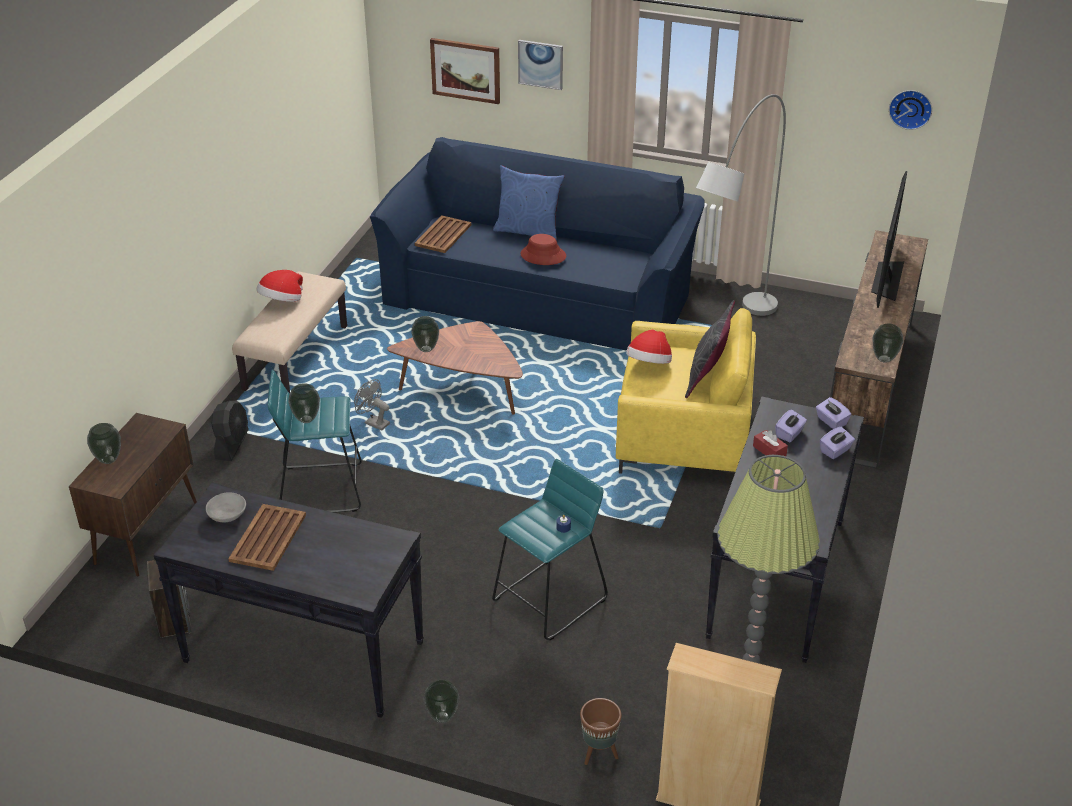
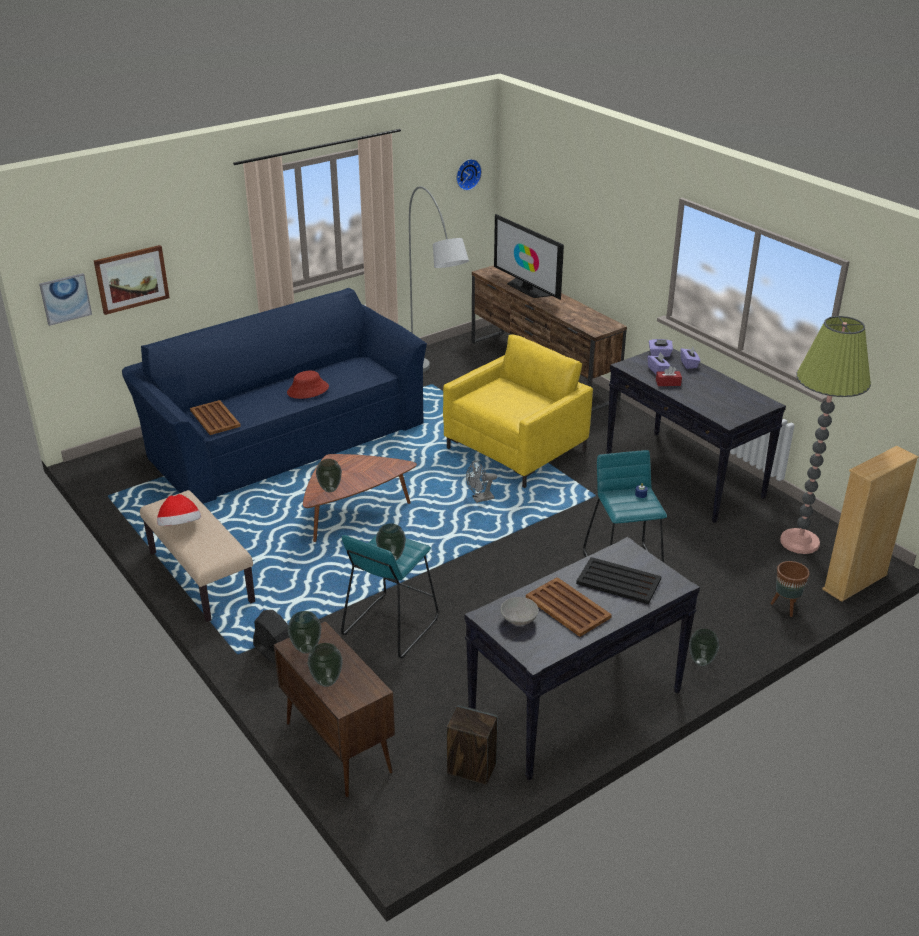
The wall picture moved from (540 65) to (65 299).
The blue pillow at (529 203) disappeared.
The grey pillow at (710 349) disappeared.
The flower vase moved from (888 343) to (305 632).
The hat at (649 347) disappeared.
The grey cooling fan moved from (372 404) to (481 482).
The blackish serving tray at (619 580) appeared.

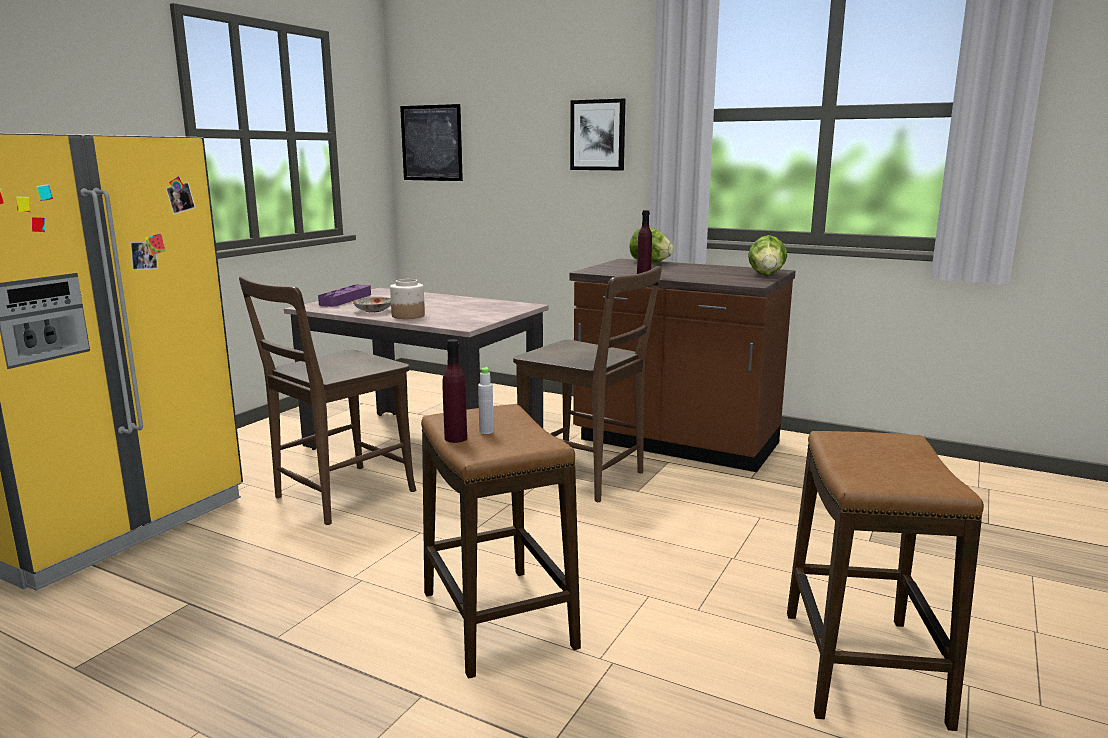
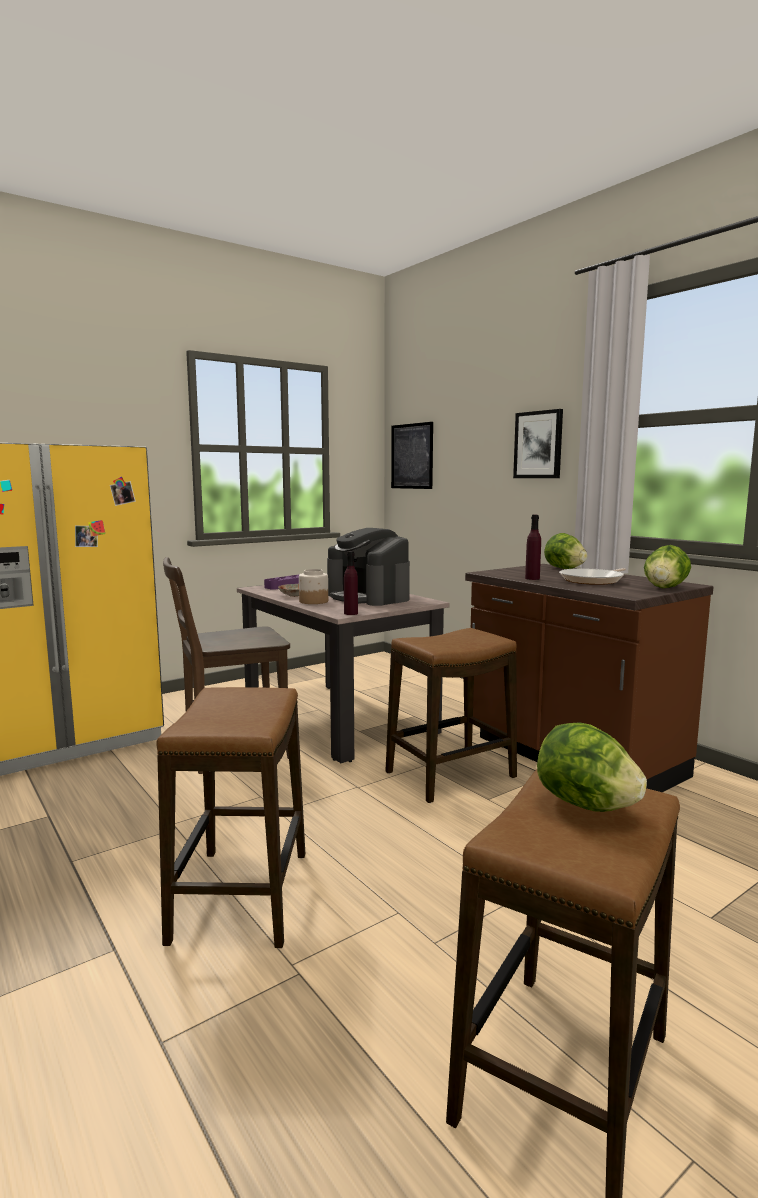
The brown-coloured plain chair at (587 384) was replaced by the stool at (451 715).
The purple drink bottle moved from (455 391) to (351 583).
The grey drink bottle at (486 400) disappeared.
The coffee machine at (368 567) appeared.
The frying pan at (592 576) appeared.
The lettuce at (592 767) appeared.

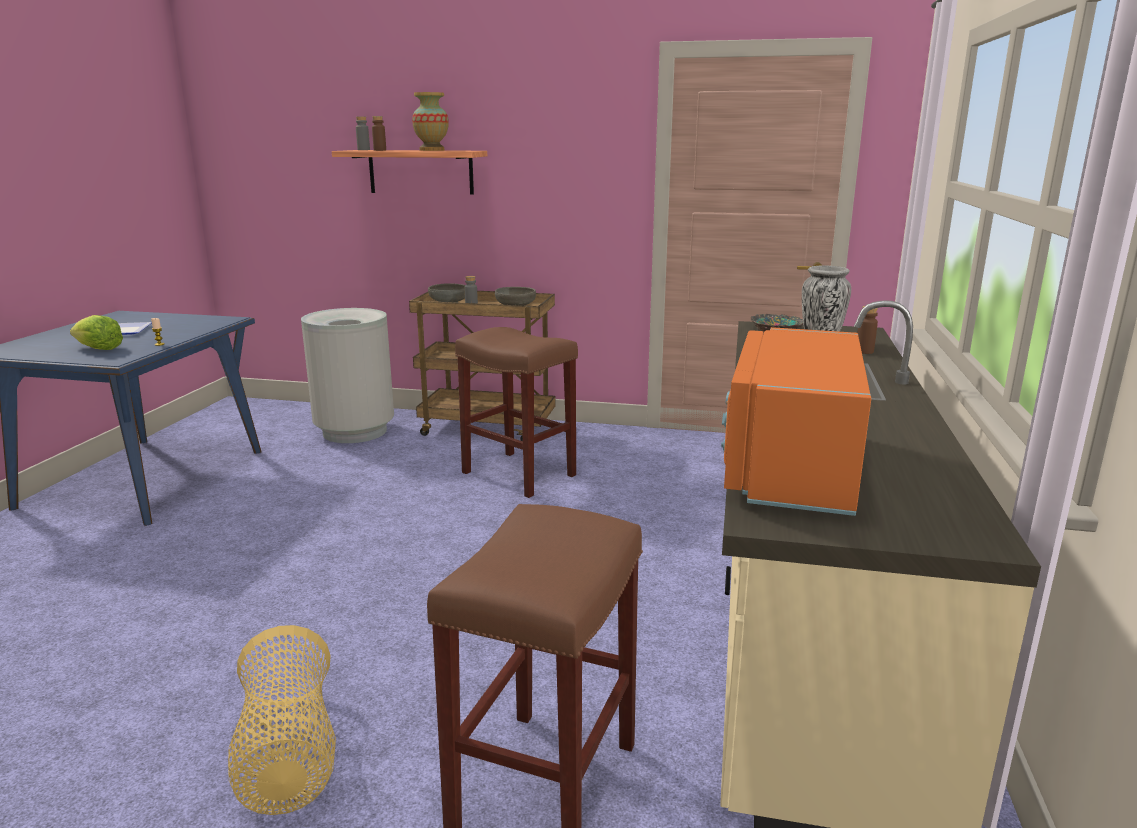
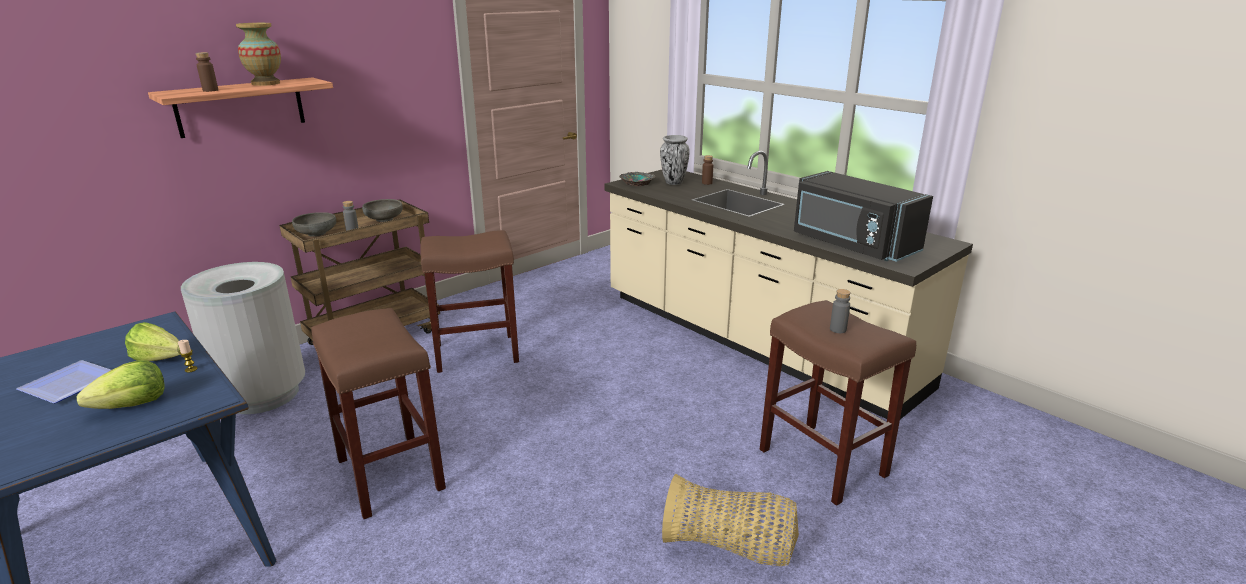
The grey drink bottle moved from (363 133) to (840 311).
The orangey microwave oven at (796 421) became the blackish microwave oven at (863 216).
The brown-coloured stool at (378 413) appeared.
The lettuce at (152 341) appeared.

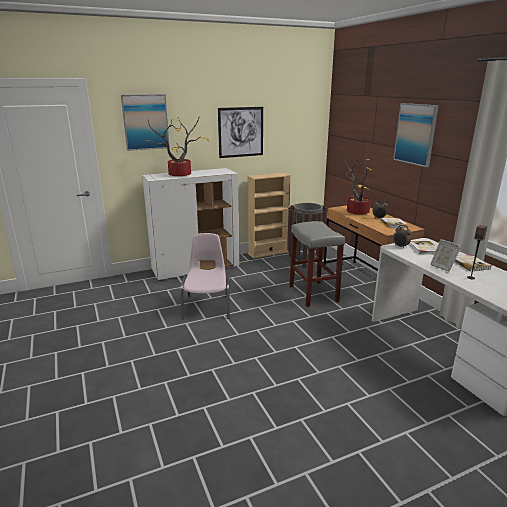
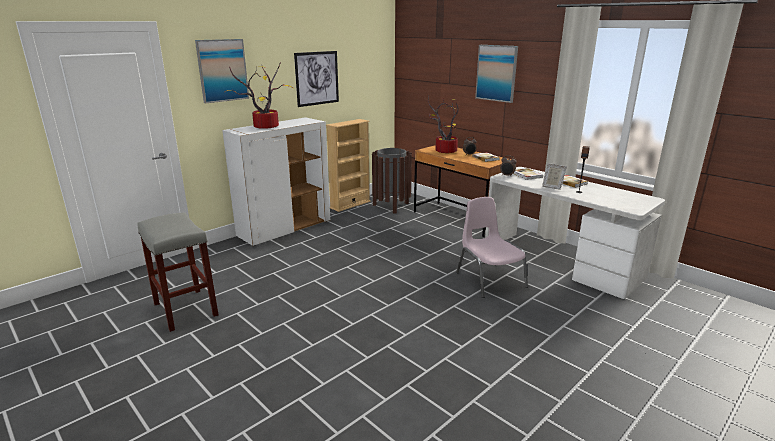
The grey stool moved from (317 264) to (177 272).
The pink-coloured plain chair moved from (205 276) to (492 247).

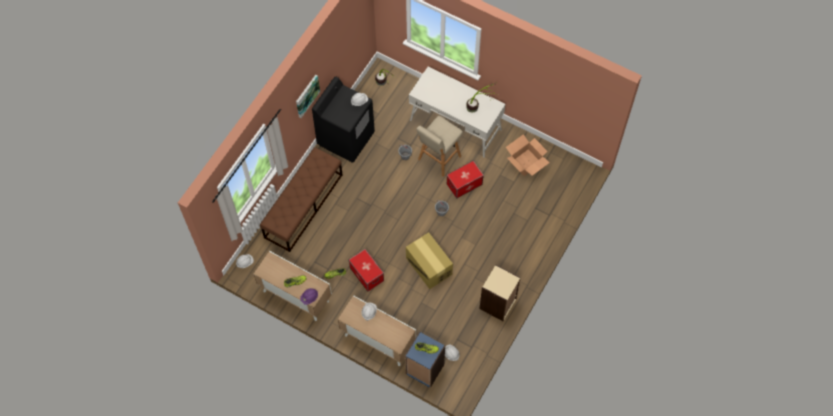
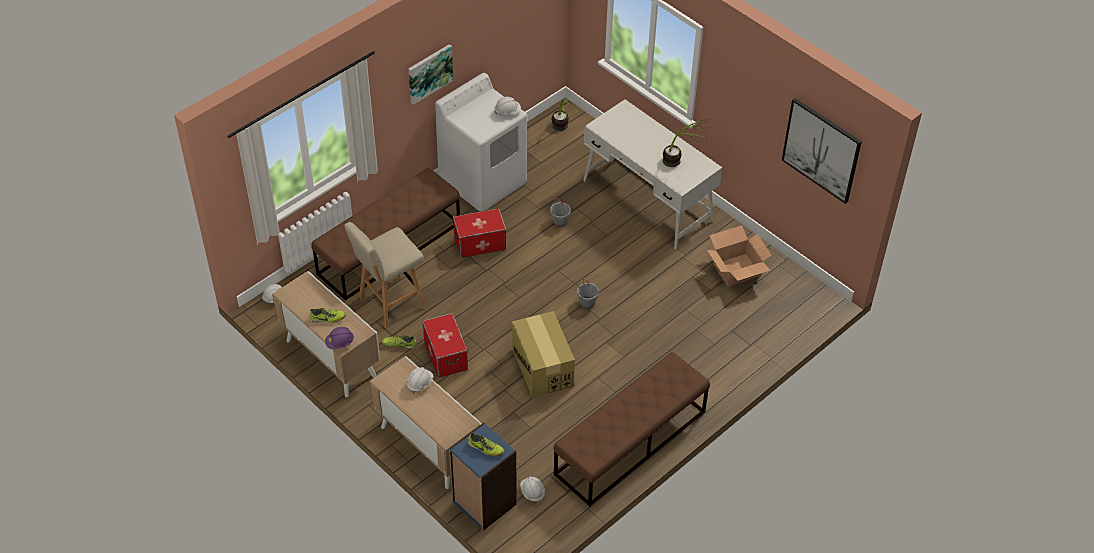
The blackish washing machine at (343 120) became the whitish washing machine at (481 142).
The beige-coloured stool moved from (440 146) to (385 275).
The storage container moved from (465 179) to (479 233).
The beige-coloured bookcase at (500 293) was replaced by the brown-coloured bench at (632 429).
The wall picture at (822 151) appeared.

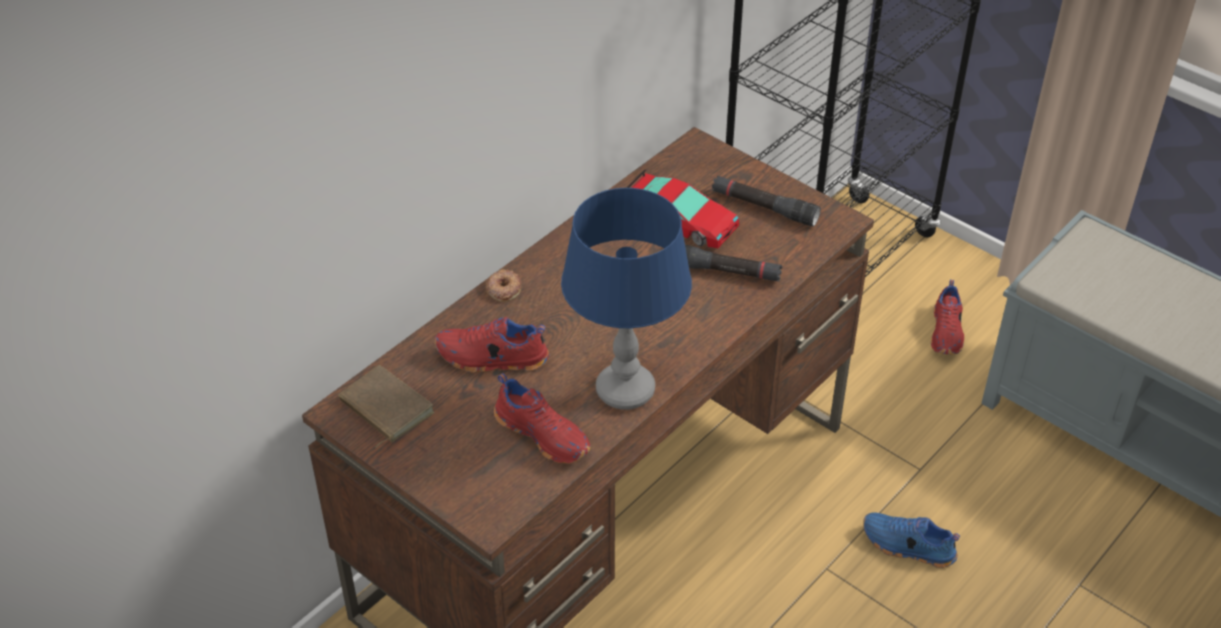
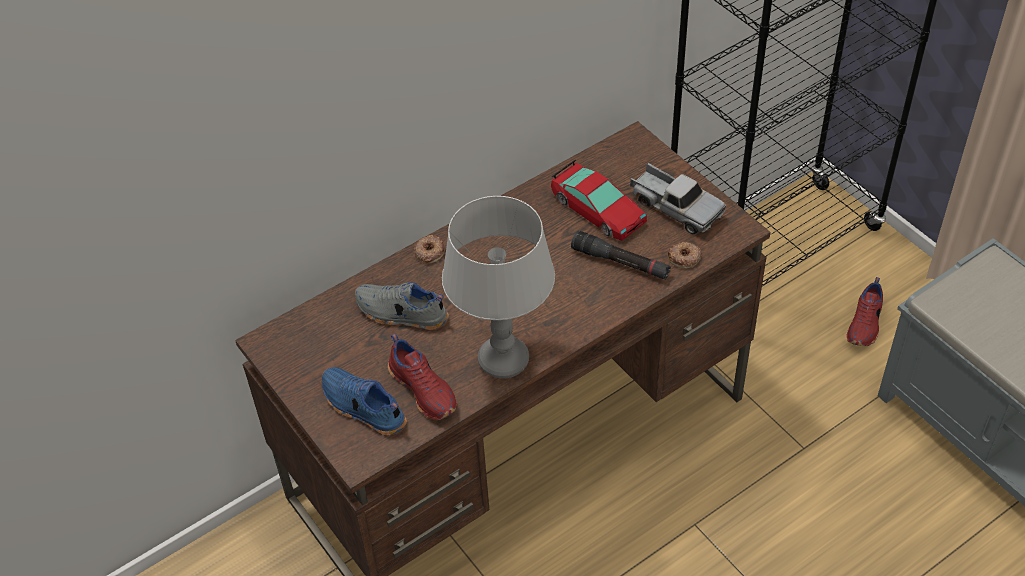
The blackish flashlight at (766 201) was replaced by the toy truck at (678 198).
The blue lamp for a table at (626 299) became the grey lamp for a table at (498 287).
The red-coloured item of footwear at (492 345) became the grey item of footwear at (402 306).
The brown-coloured bound book at (386 406) disappeared.
The blue item of footwear moved from (911 540) to (364 401).
The ring doughnut at (685 255) appeared.

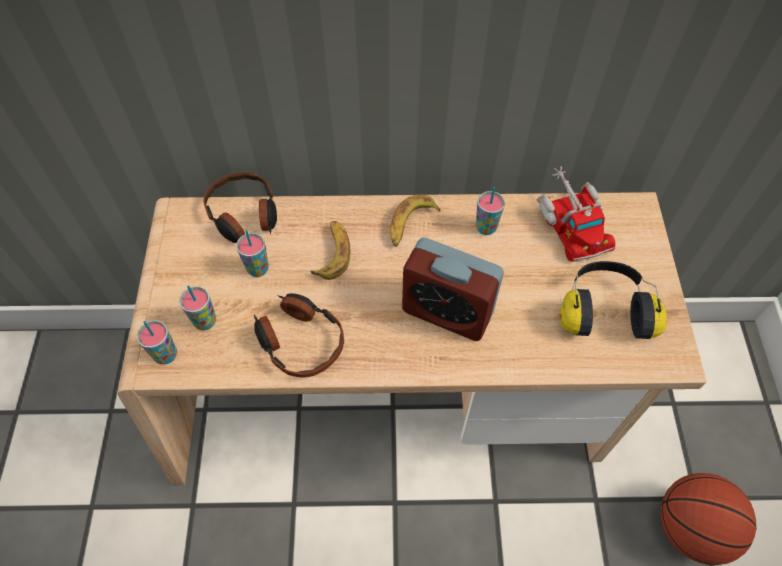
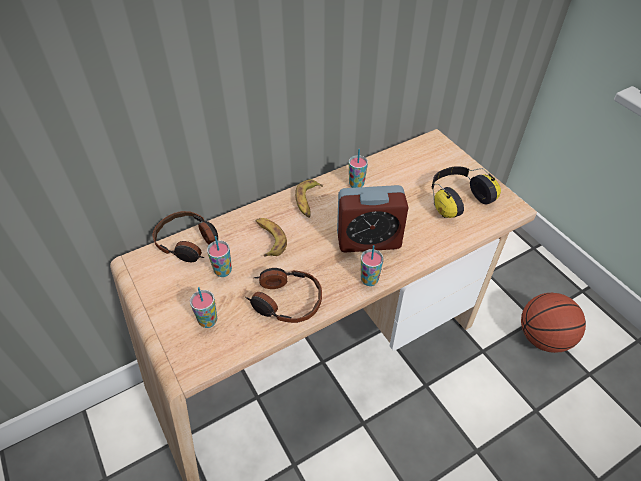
The toy truck at (576 214) disappeared.
The drinking cup moved from (157 342) to (372 265).

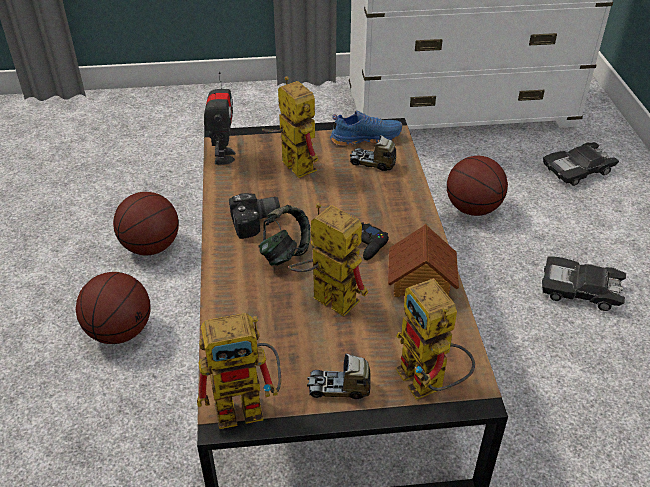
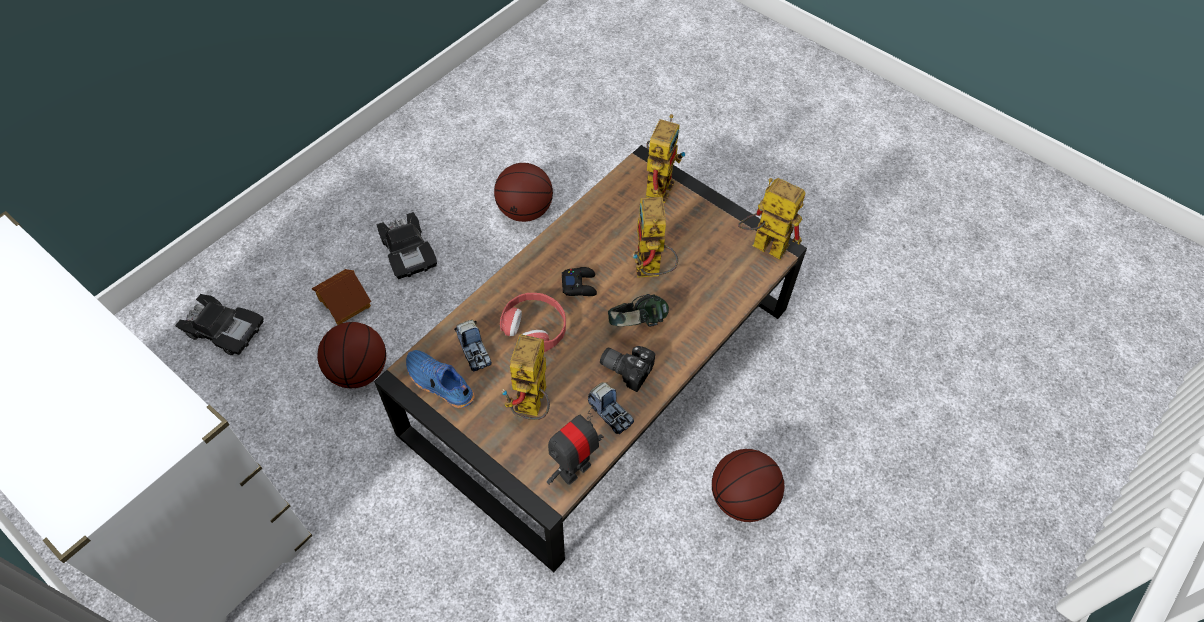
The basketball moved from (146 223) to (523 192).
The miniature house moved from (423 260) to (341 297).
The toy truck moved from (339 376) to (611 408).
The red-coloured headphones at (533 322) appeared.

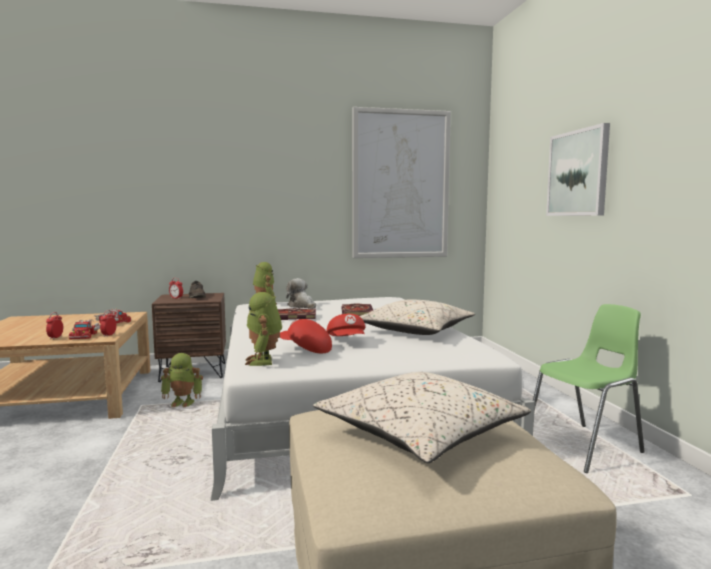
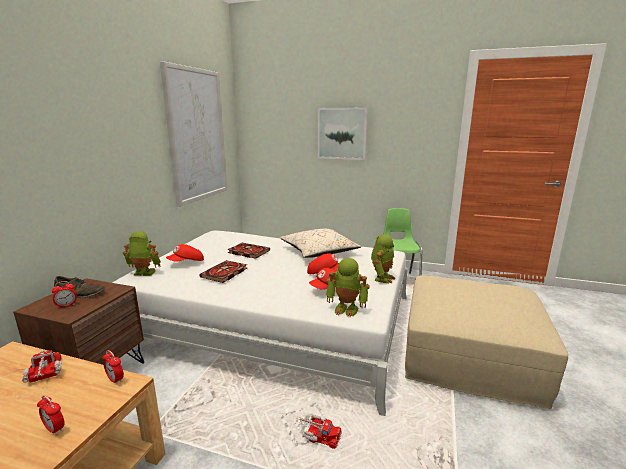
The cuddly toy at (301 293) was replaced by the red-coloured peaked cap at (185 253).
The toy truck moved from (84 329) to (320 432).
The model robot moved from (182 380) to (383 259).
The beige-coloured pillow at (422 417) disappeared.

